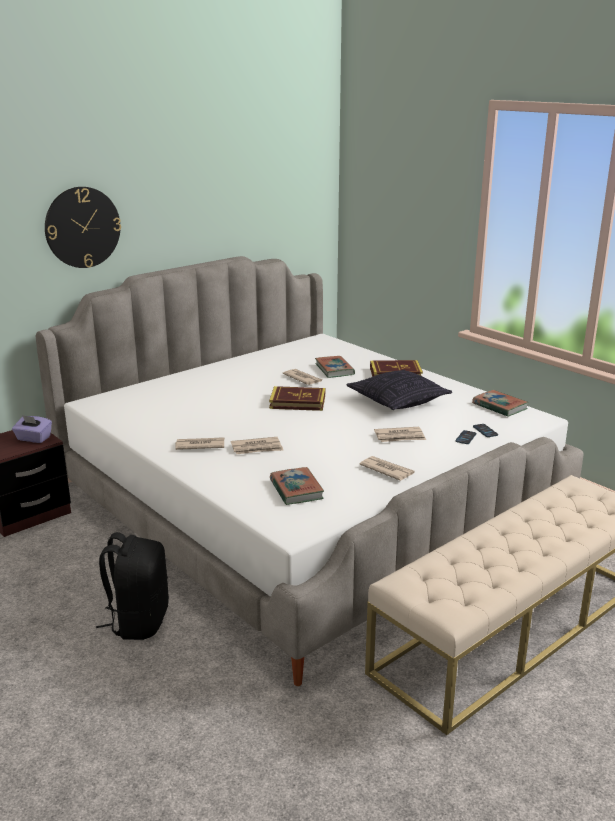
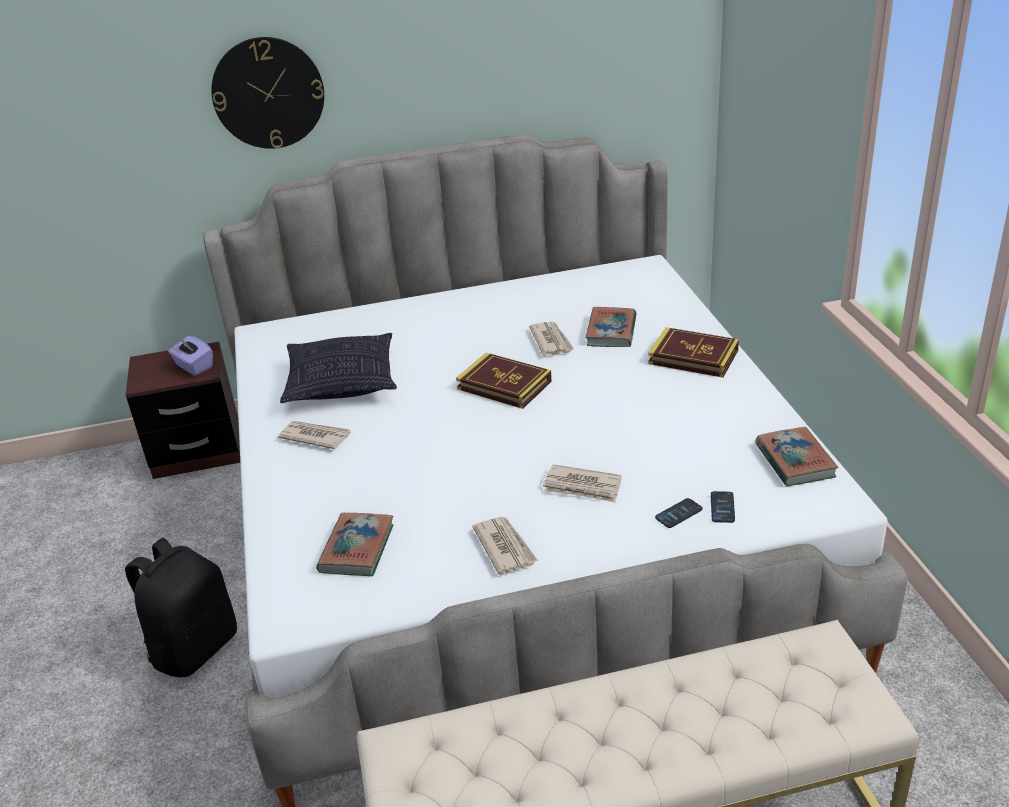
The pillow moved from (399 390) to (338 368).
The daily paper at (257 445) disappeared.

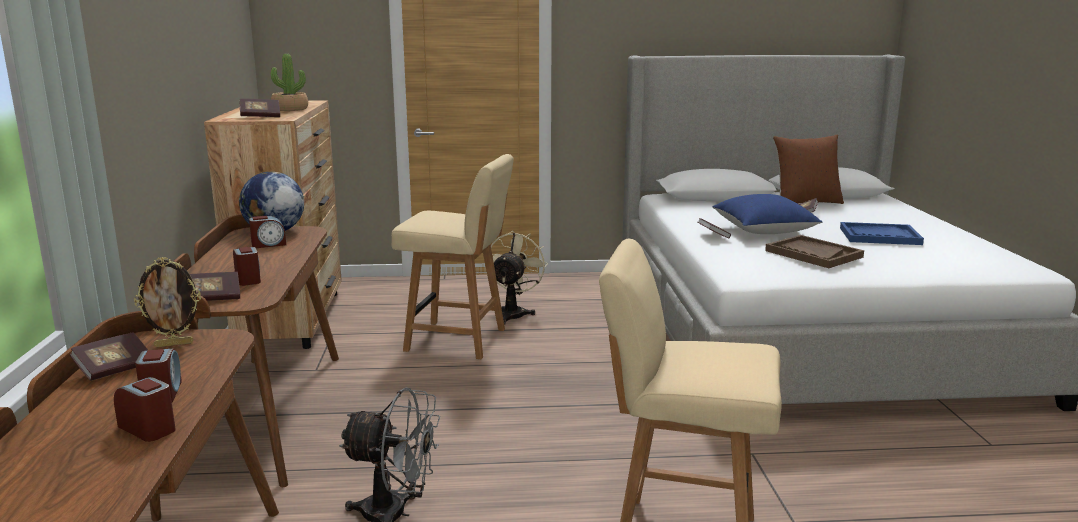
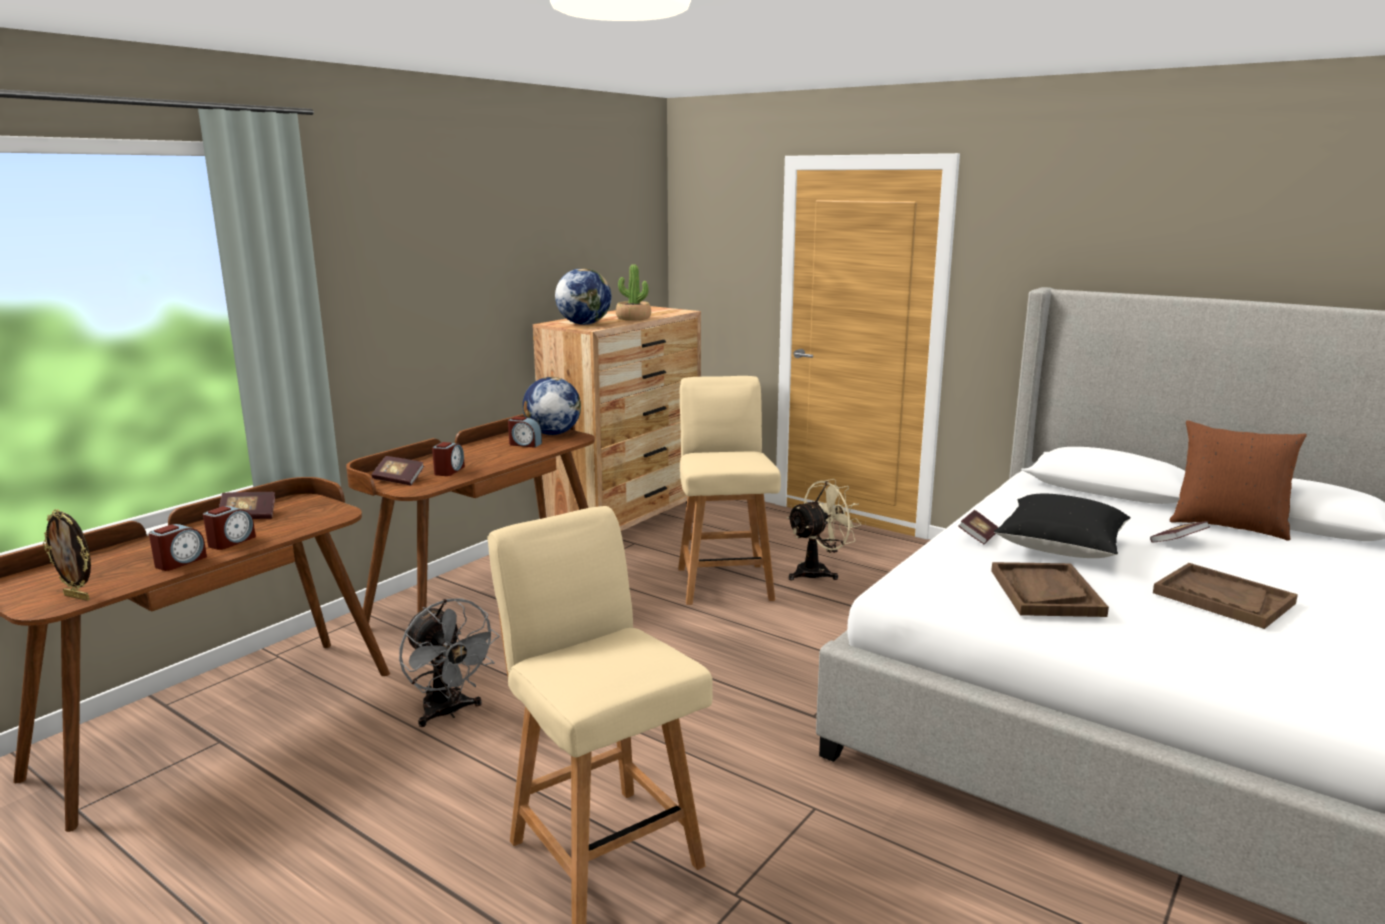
The bound book at (259 108) was replaced by the globe at (583 296).
The beige-coloured plain chair at (453 256) turned 150 degrees counterclockwise.
The blue pillow at (767 214) became the blackish pillow at (1062 526).
The blue serving tray at (882 233) became the brown-coloured serving tray at (1225 596).
The picture frame moved from (167 302) to (67 555).
The alarm clock at (144 409) turned 45 degrees clockwise.

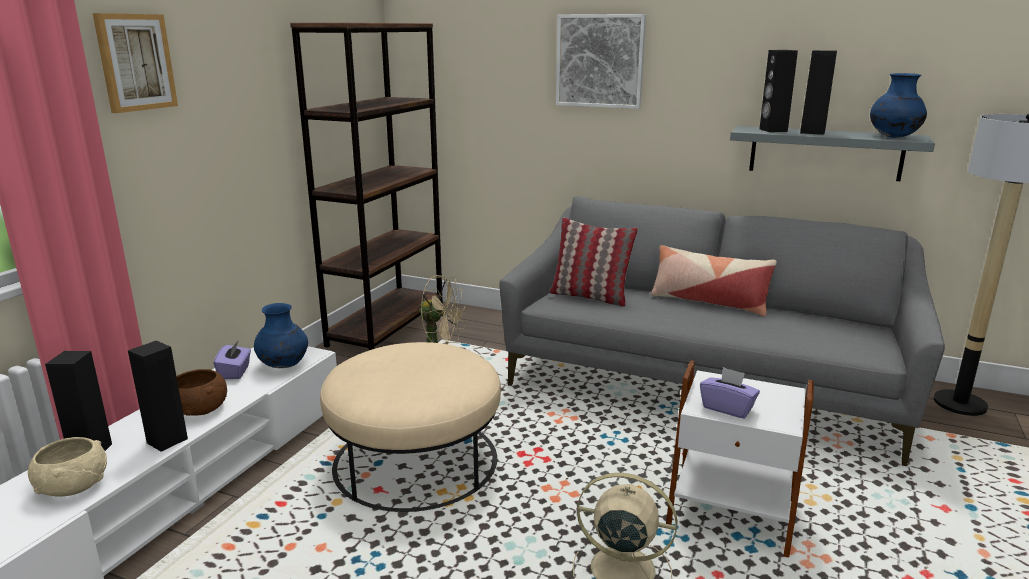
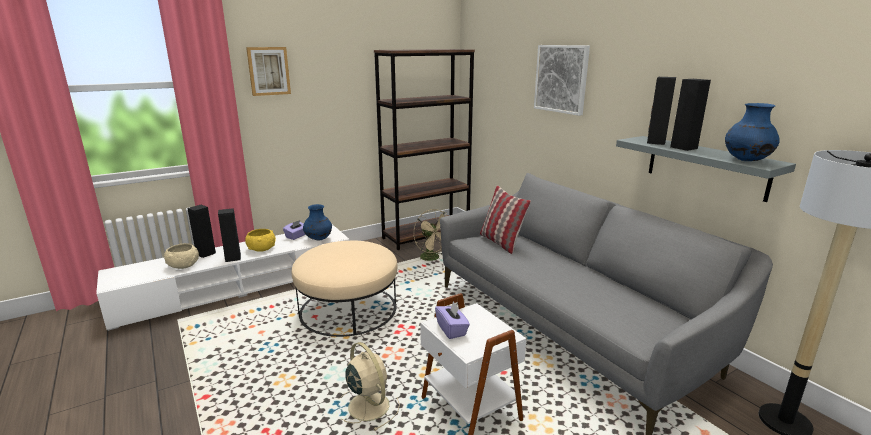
The pillow at (714 281) disappeared.
The brown-coloured deep dish at (201 392) became the yellow-coloured deep dish at (260 240).

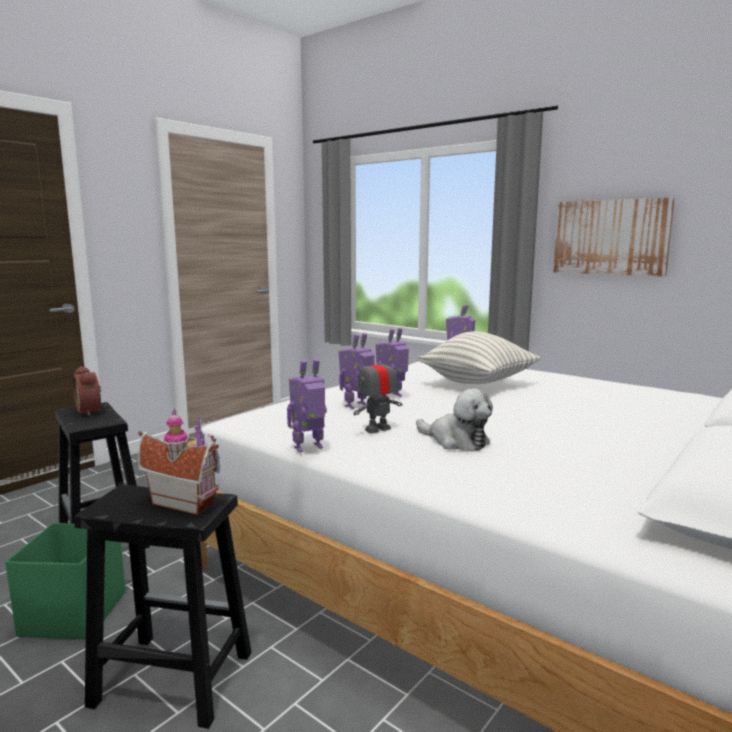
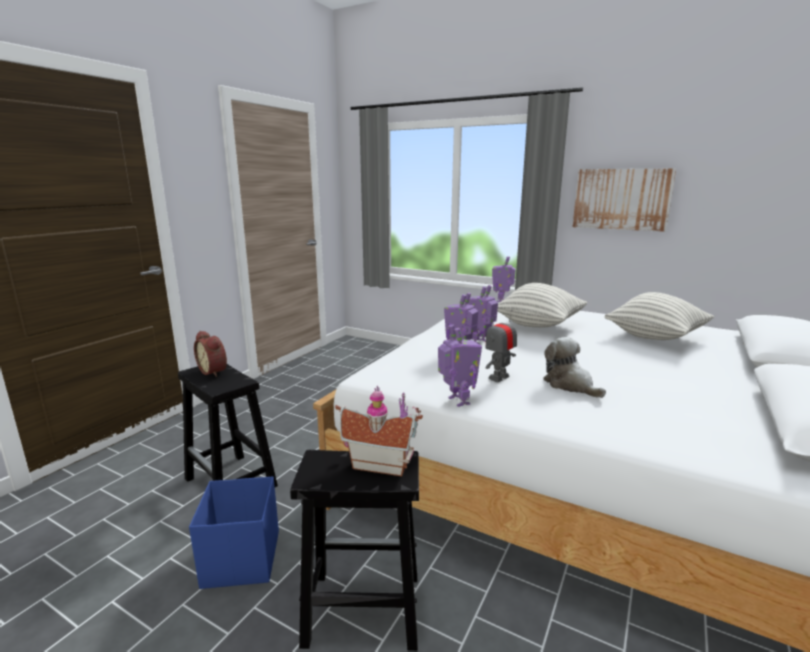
The model robot at (307 405) turned 105 degrees clockwise.
The cuddly toy at (454 420) turned 150 degrees counterclockwise.
The greenish storage container at (65 581) became the blue storage container at (234 532).
The pillow at (659 316) appeared.

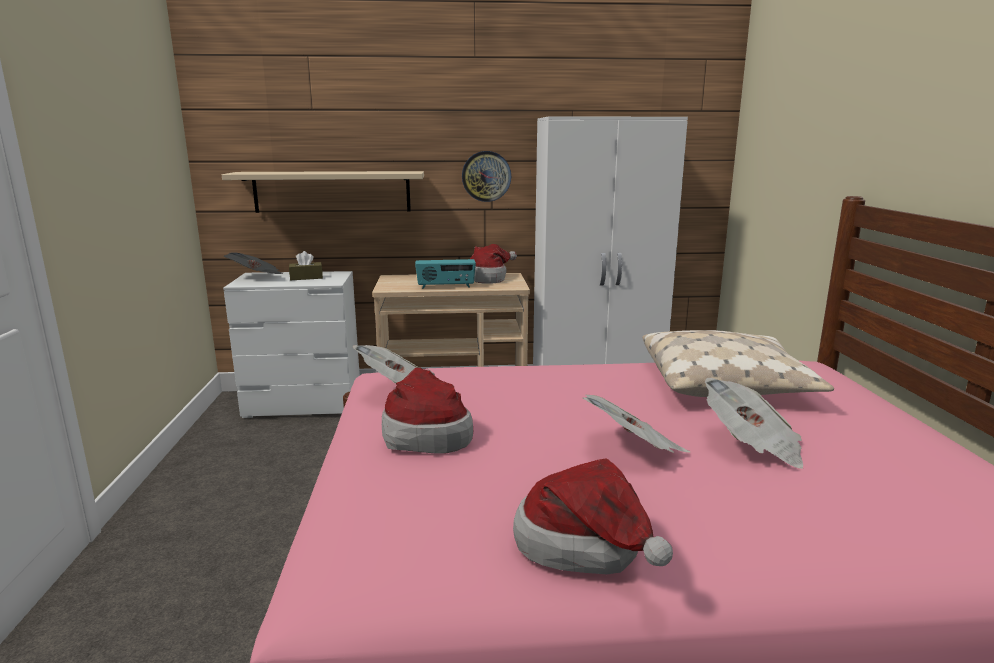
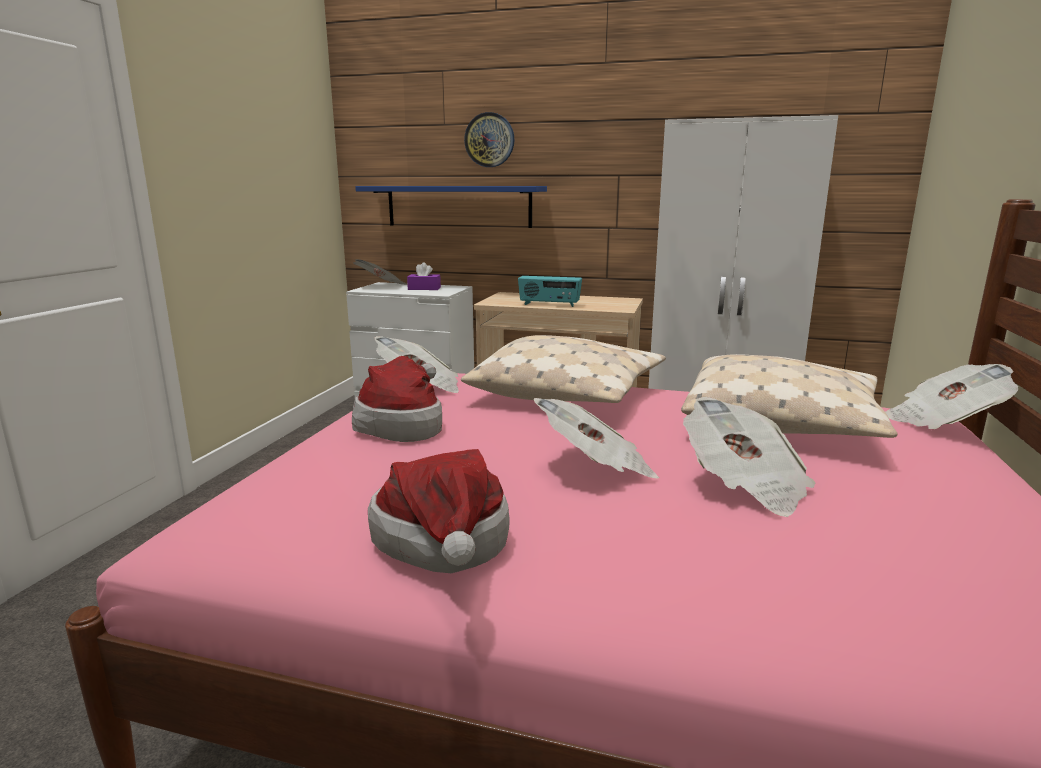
The clock on the wall moved from (486 176) to (489 139).
The beige-coloured bracket shelf at (323 192) became the blue bracket shelf at (451 207).
The hat at (493 264) disappeared.
The brown-coloured tissue box at (306 265) became the purple tissue box at (424 276).
The beige-coloured pillow at (563 369) appeared.
The daily paper at (952 396) appeared.

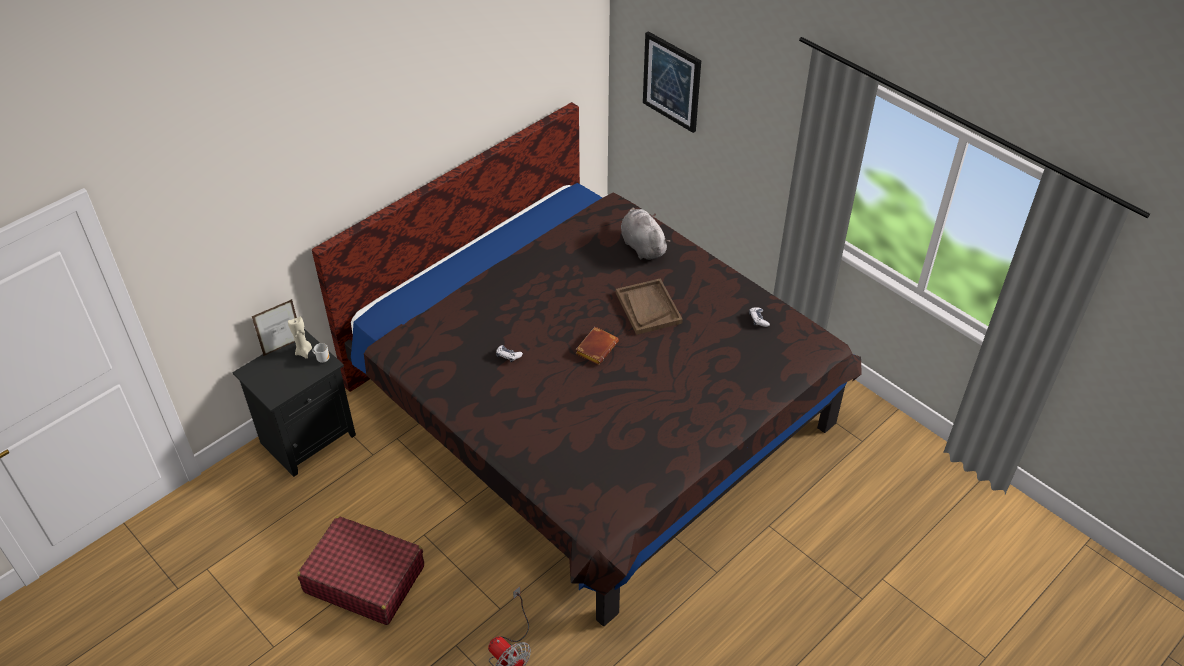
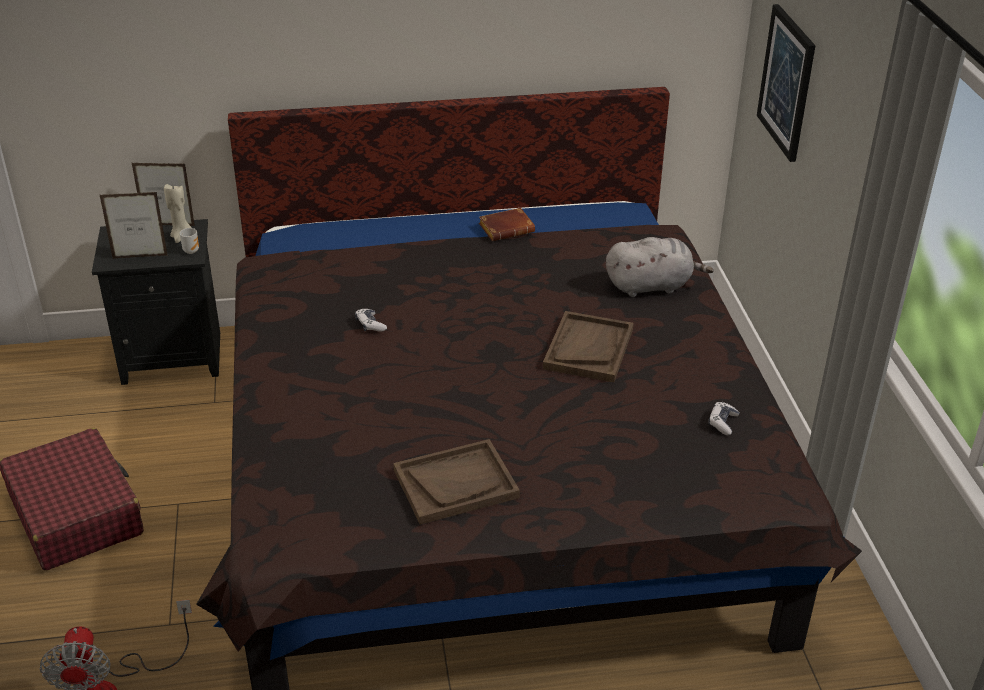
The grey cuddly toy at (645 233) turned 75 degrees clockwise.
The brown-coloured bound book moved from (597 346) to (507 224).
The picture frame at (134 225) appeared.
The brown-coloured serving tray at (456 482) appeared.

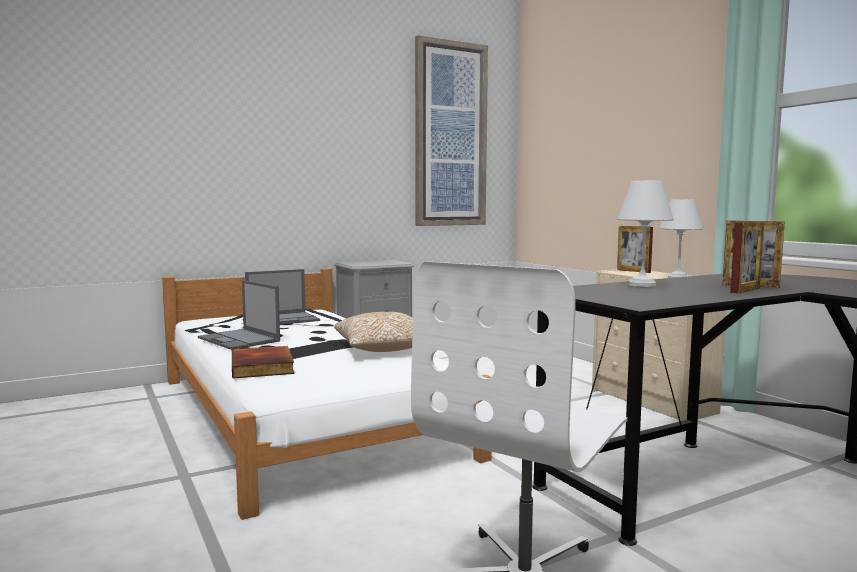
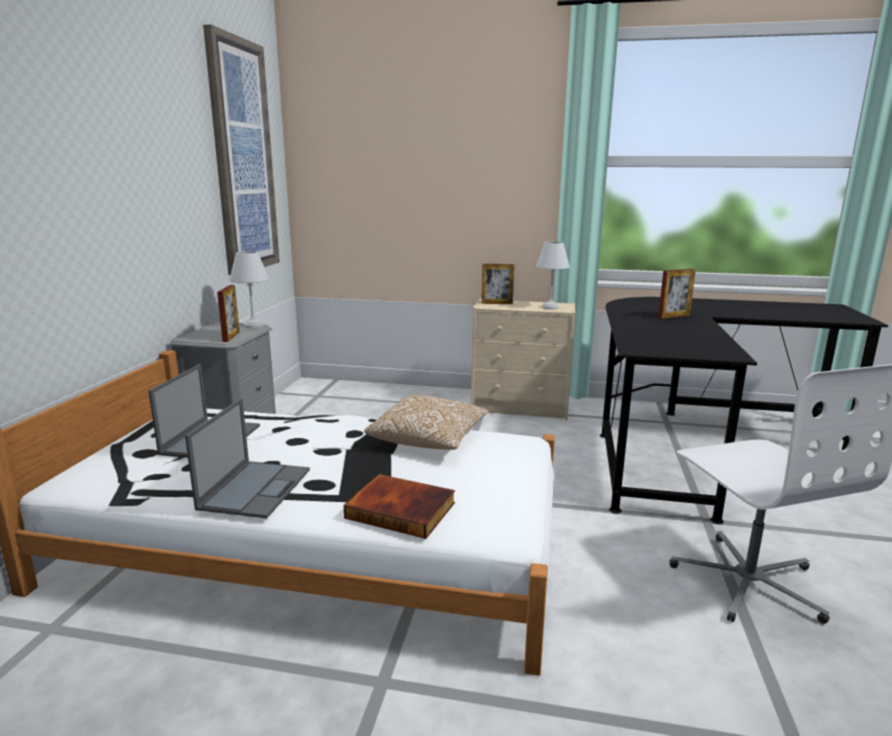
The whitish lamp for a table moved from (645 234) to (249 289).
The picture frame moved from (747 257) to (228 313).
The laptop at (239 315) turned 75 degrees counterclockwise.

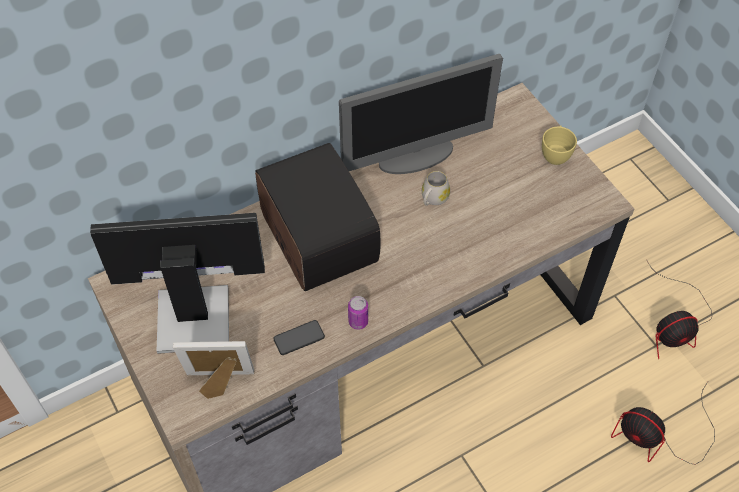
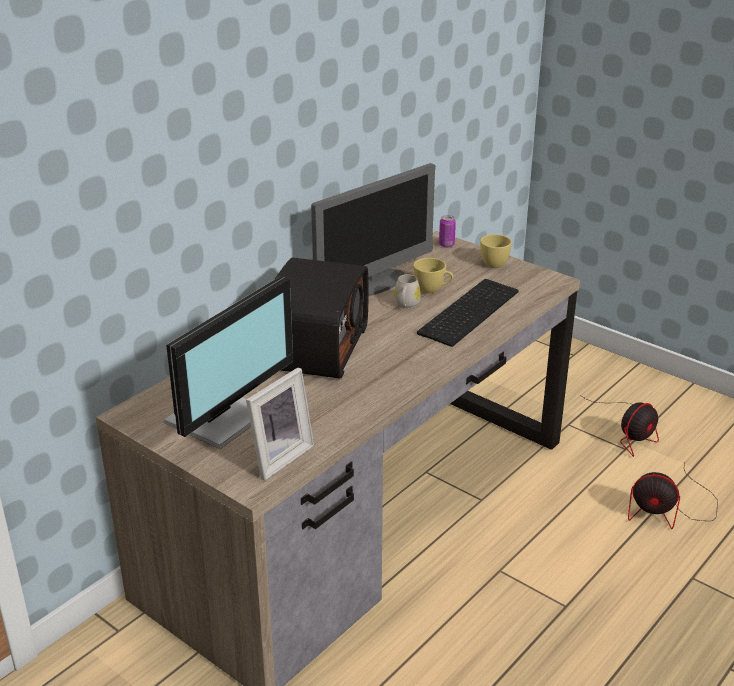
The radio at (317 217) turned 60 degrees clockwise.
The computer display at (177 283) turned 150 degrees clockwise.
The sealed can moved from (358 313) to (447 231).
The handset at (299 337) disappeared.
The picture frame at (213 370) turned 150 degrees clockwise.
The yellow-coloured drinking cup at (433 275) appeared.
The PC keyboard at (468 313) appeared.

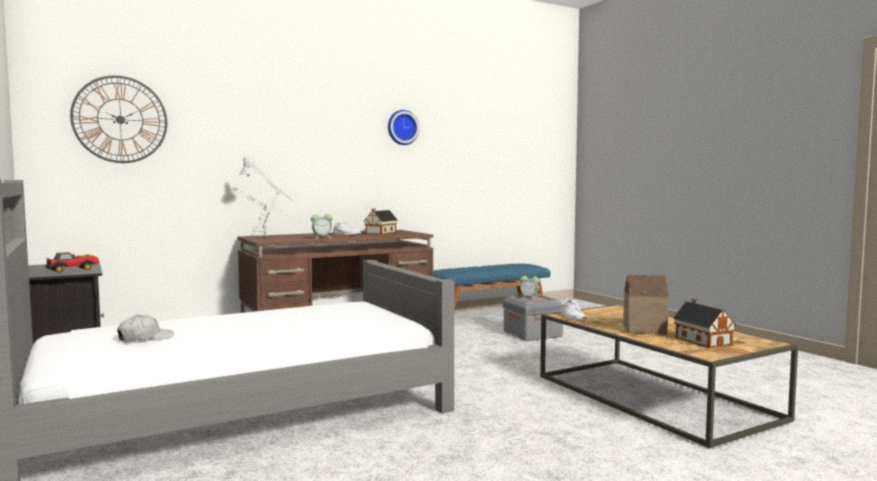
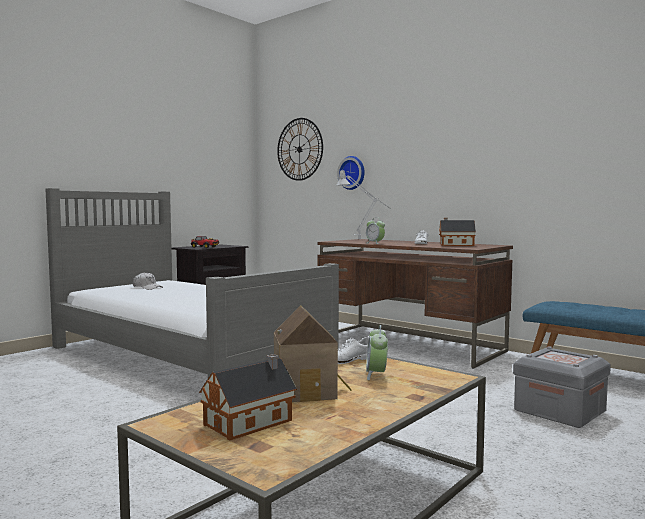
The clock on the wall moved from (403 127) to (351 173).
The alarm clock moved from (530 286) to (377 352).

